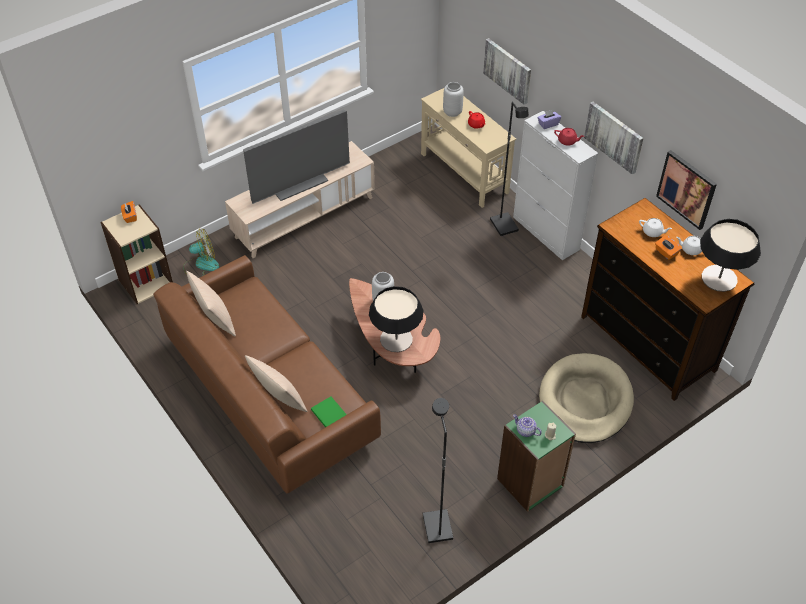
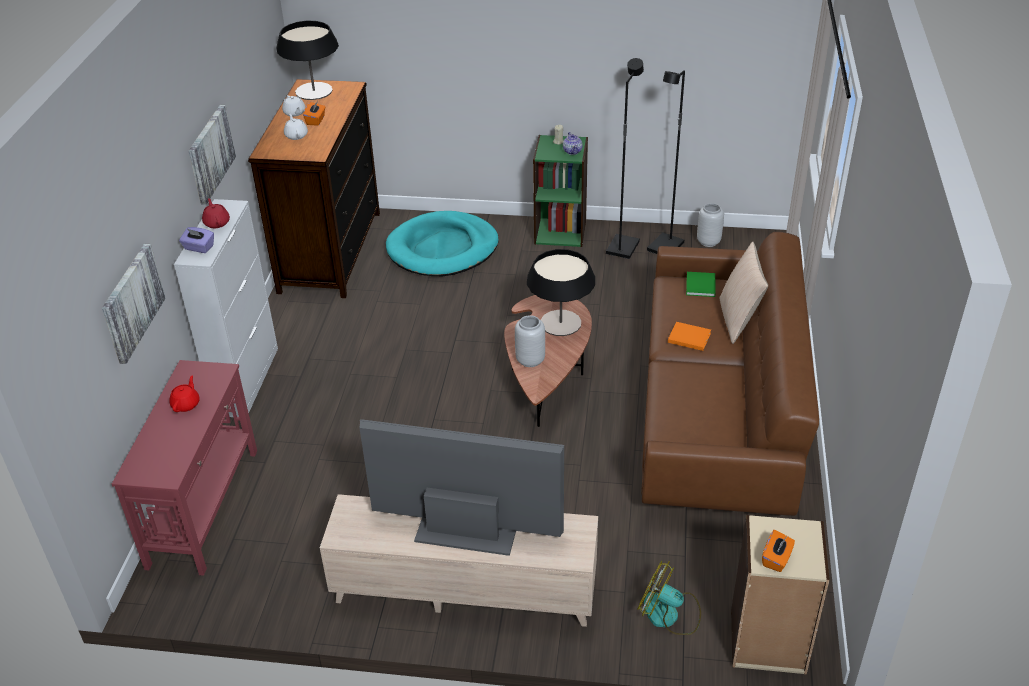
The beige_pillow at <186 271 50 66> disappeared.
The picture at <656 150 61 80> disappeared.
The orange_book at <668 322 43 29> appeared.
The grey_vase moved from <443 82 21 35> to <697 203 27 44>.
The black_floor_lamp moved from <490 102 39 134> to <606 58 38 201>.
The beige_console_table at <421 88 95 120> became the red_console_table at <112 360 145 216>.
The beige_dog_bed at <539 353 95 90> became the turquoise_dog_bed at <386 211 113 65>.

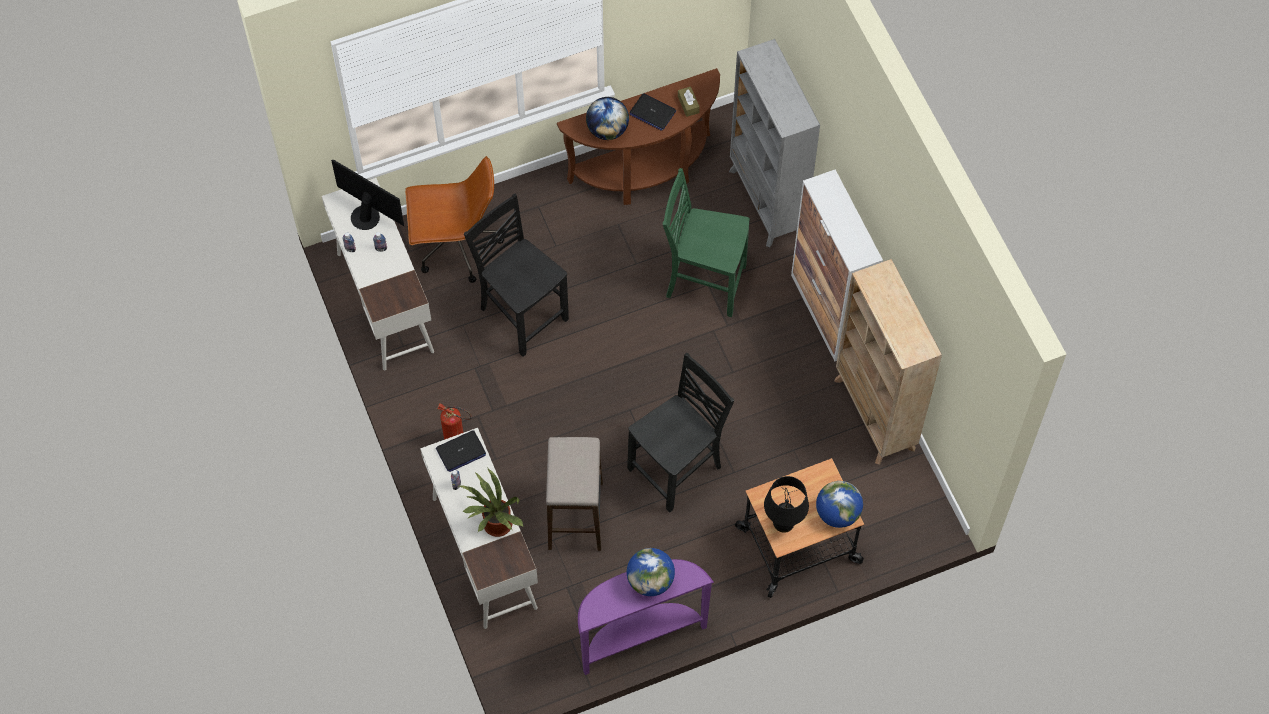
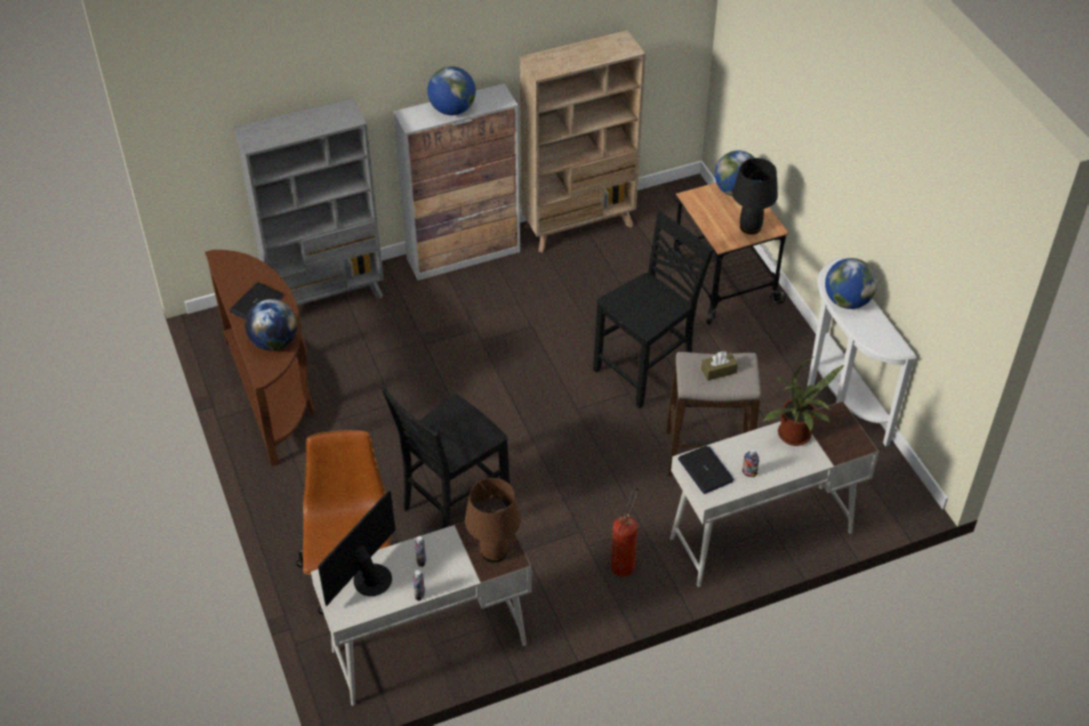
The green_chair at <663 168 87 149> disappeared.
The globe at <427 66 49 49> appeared.
The brown_table_lamp at <465 478 56 85> appeared.
The brown_tissue_box moved from <678 86 22 31> to <701 351 37 30>.
The purple_console_table at <578 559 136 116> became the white_console_table at <807 257 110 189>.
The black_chair at <627 352 107 161> turned 90 degrees clockwise.

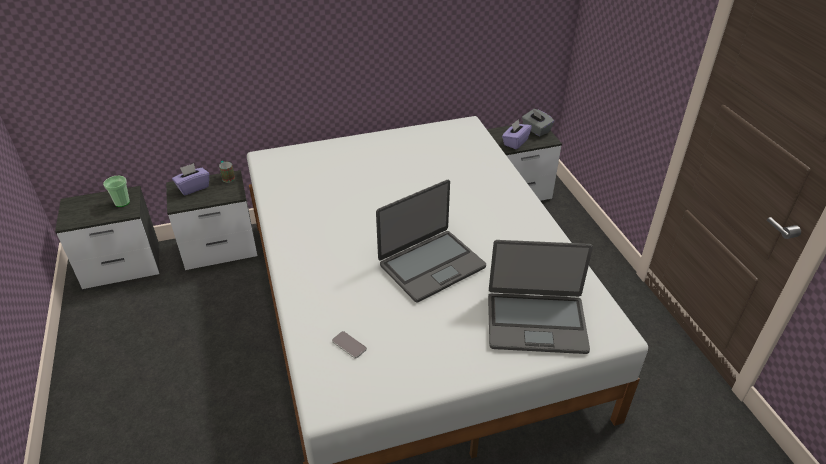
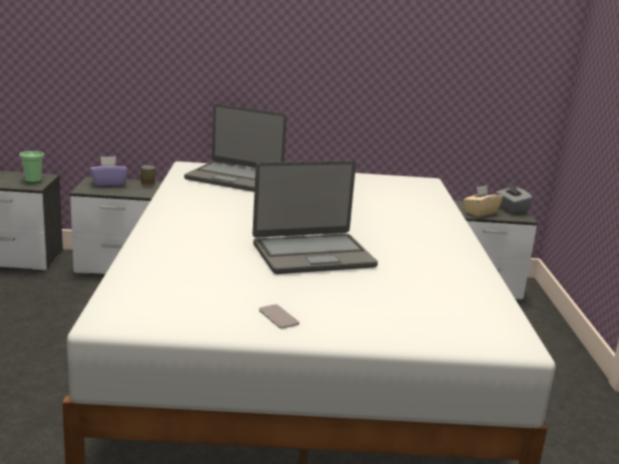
The phone moved from <332 331 35 27> to <259 304 40 25>.
The laptop moved from <488 240 105 114> to <184 104 103 88>.
The purple_tissue_box at <502 119 30 30> became the beige_tissue_box at <463 185 40 32>.

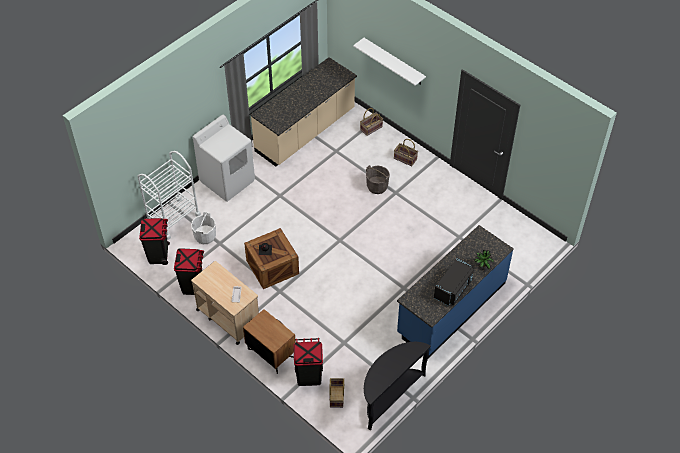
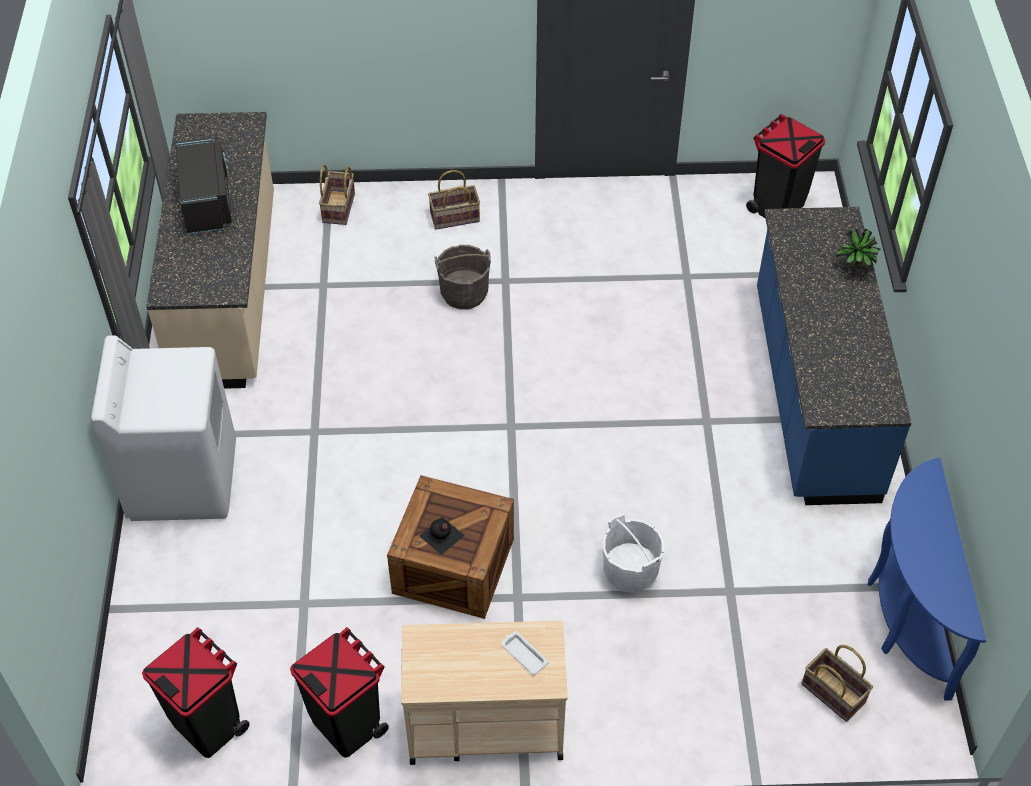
The white_cart at <137 151 64 89> disappeared.
The brown_nightstand at <243 309 53 65> disappeared.
The white_shelf at <353 38 73 48> disappeared.
The white_bucket moved from <191 212 25 32> to <603 514 61 79>.
The black_trash_can moved from <293 338 30 48> to <746 114 79 104>.
The black_microwave moved from <434 257 40 49> to <176 138 56 96>.
The black_console_table at <364 342 67 88> became the blue_console_table at <868 458 118 243>.

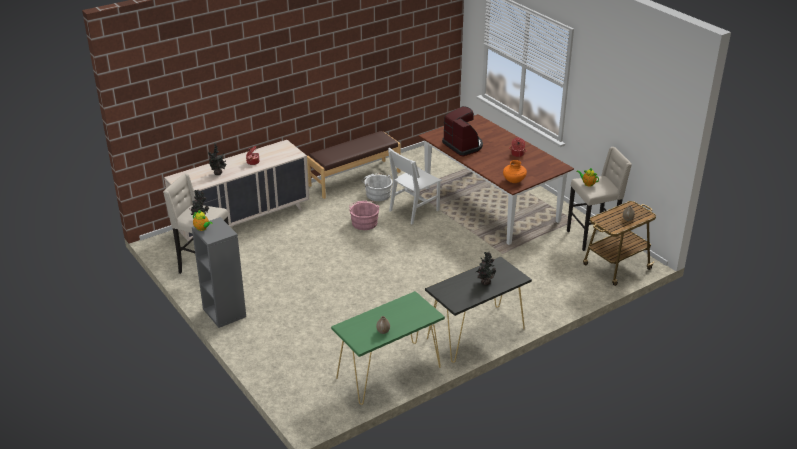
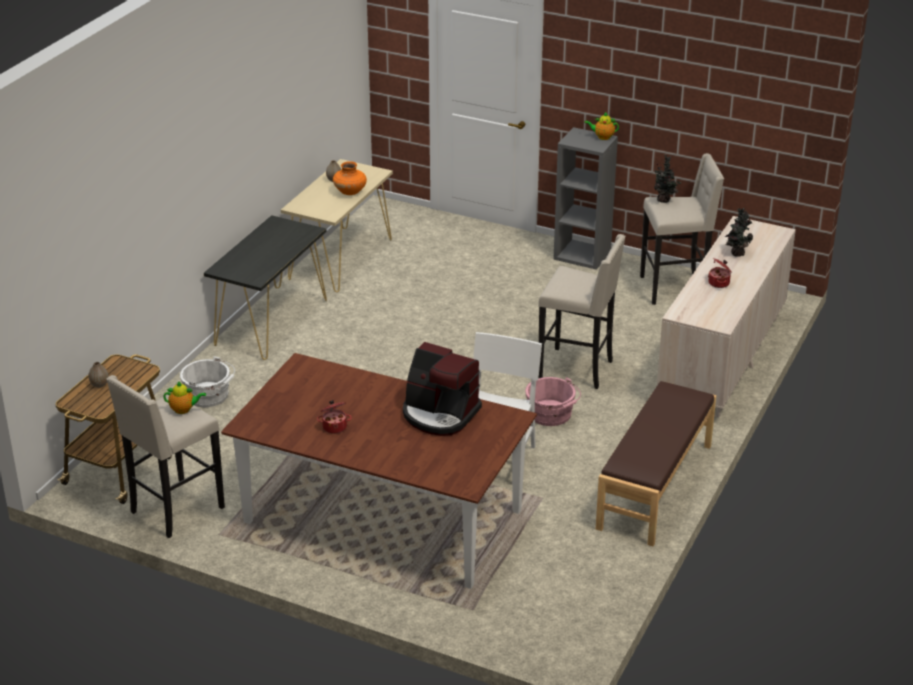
The potted_plant at <476 252 20 34> disappeared.
The beige_stool at <538 234 88 155> appeared.
The white_bucket moved from <362 173 31 28> to <180 356 55 51>.
The orange_vase moved from <503 160 24 23> to <333 161 34 34>.
The green_console_table at <331 291 114 114> became the beige_console_table at <281 159 112 133>.

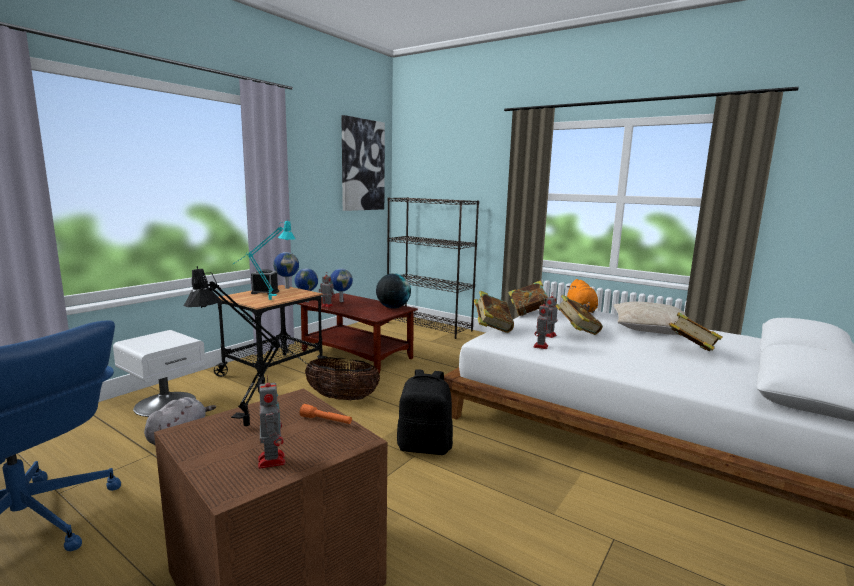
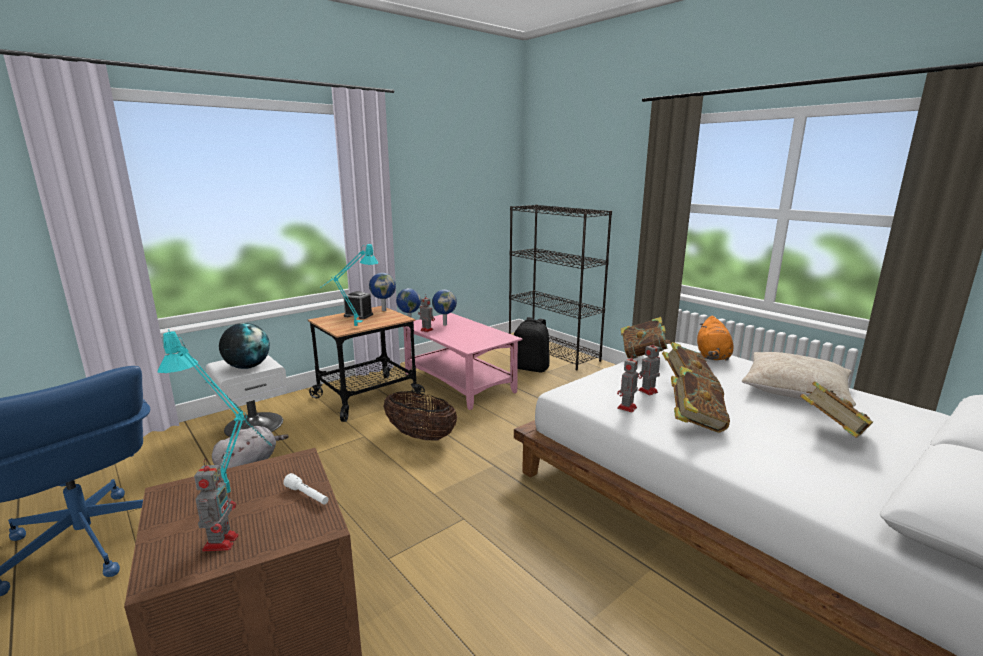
The picture at <341 115 44 96> disappeared.
The globe moved from <376 273 35 35> to <219 323 51 46>.
The black_backpack moved from <397 369 56 86> to <514 317 36 55>.
The book moved from <474 291 40 42> to <671 366 59 67>.
The black_table_lamp at <184 266 128 160> became the turquoise_table_lamp at <157 330 115 163>.
The brown_coffee_table at <298 293 120 81> became the pink_coffee_table at <403 313 119 97>.
The orange_flashlight at <300 404 52 20> became the white_flashlight at <283 473 46 32>.

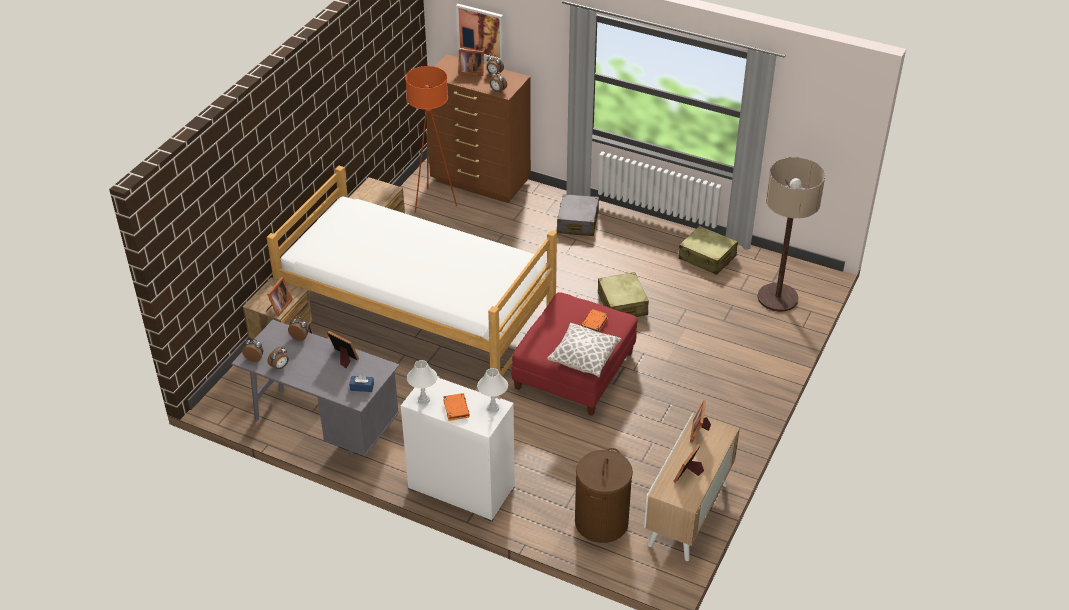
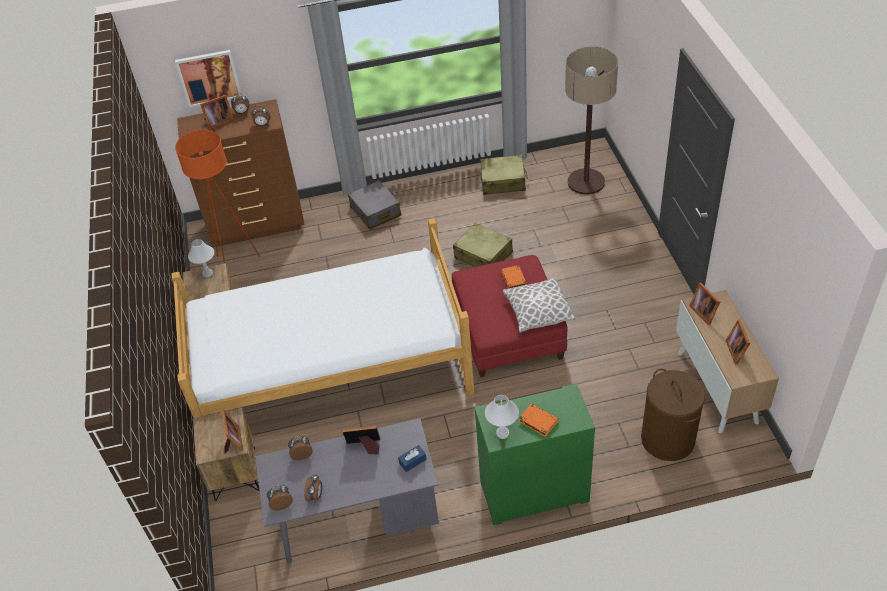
The white_table_lamp moved from <477 368 31 45> to <188 239 26 39>.
The white_cabinet at <401 376 114 146> became the green_cabinet at <475 384 120 141>.

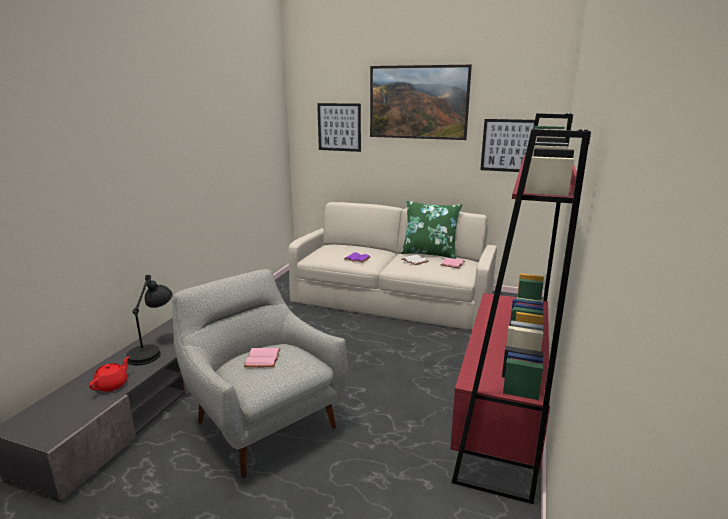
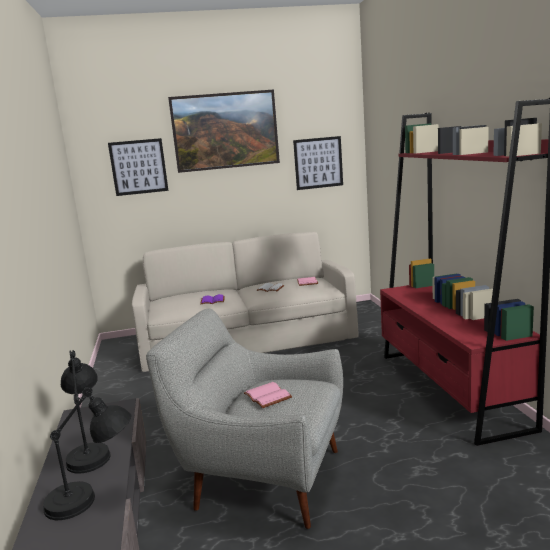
The green_pillow at <400 201 62 58> disappeared.
The red_teapot at <89 356 40 36> was replaced by the black_table_lamp at <43 387 88 133>.

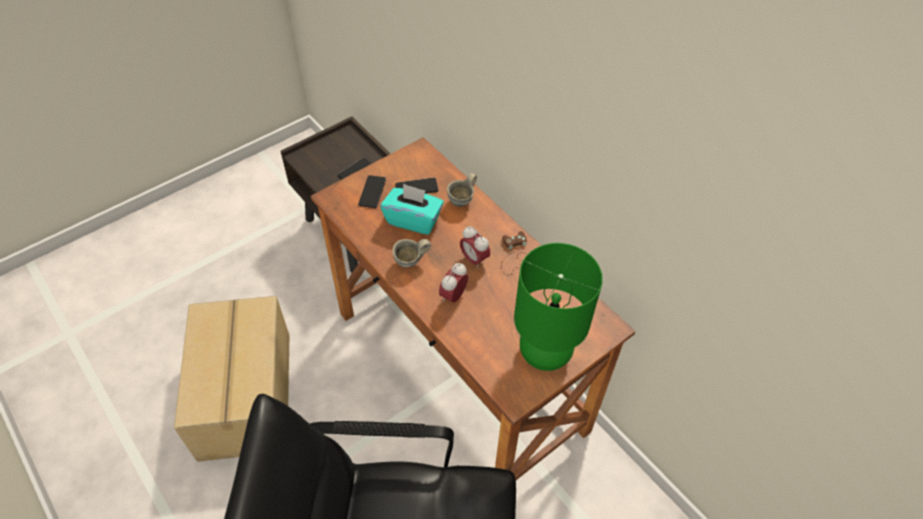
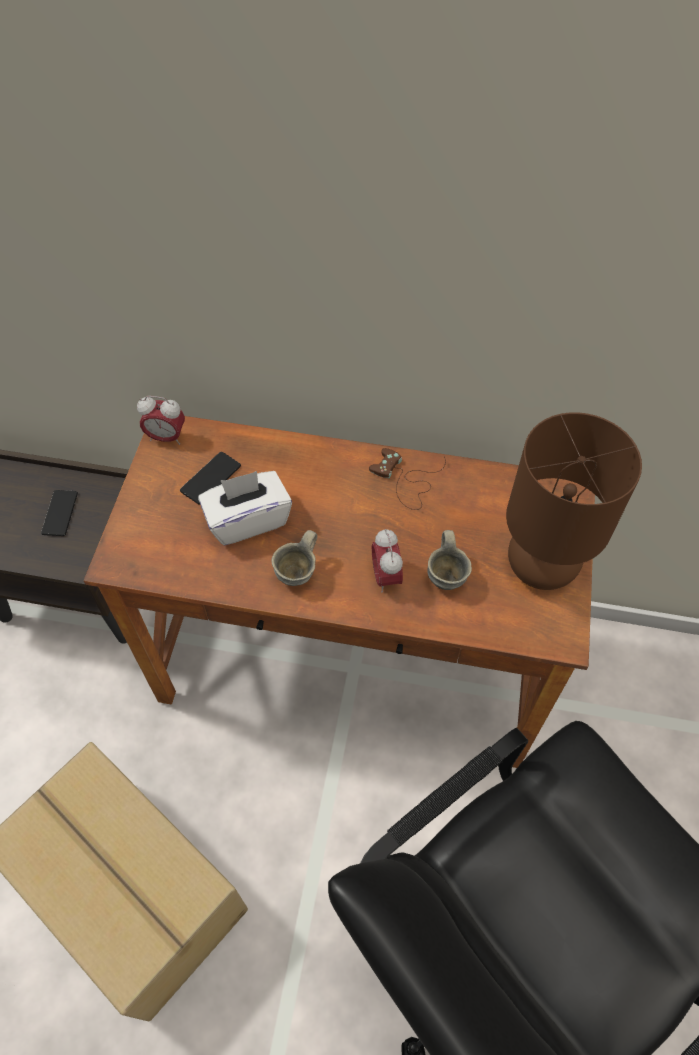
The phone at <358 175 28 33> disappeared.
The grey_mug moved from <447 173 30 34> to <428 530 44 60>.
The alarm_clock moved from <460 226 31 43> to <137 396 48 49>.
The turquoise_tissue_box at <381 183 63 52> became the white_tissue_box at <198 471 94 74>.
The green_table_lamp at <514 243 89 128> became the brown_table_lamp at <506 412 136 178>.

